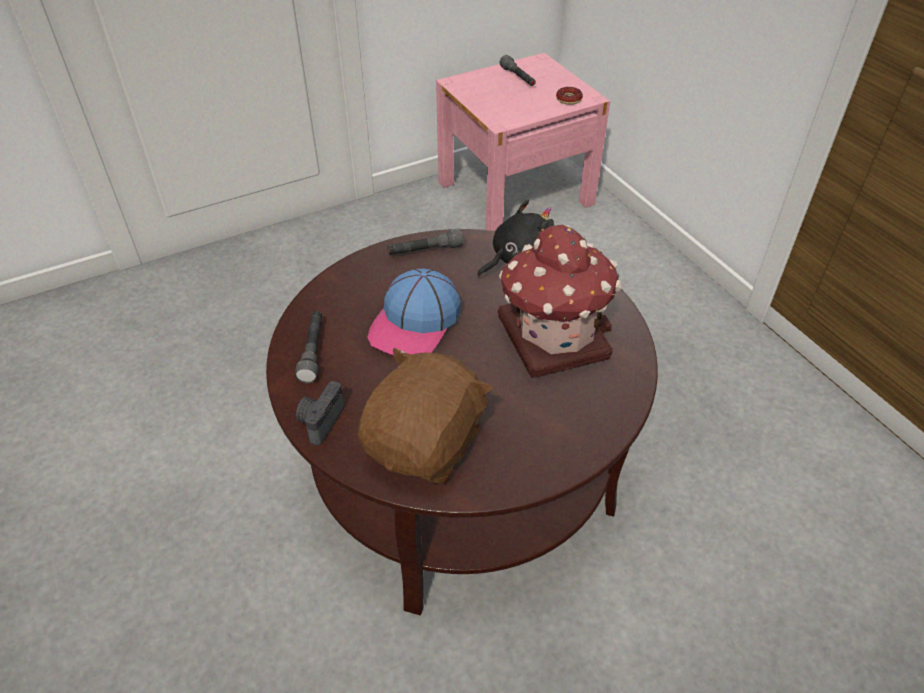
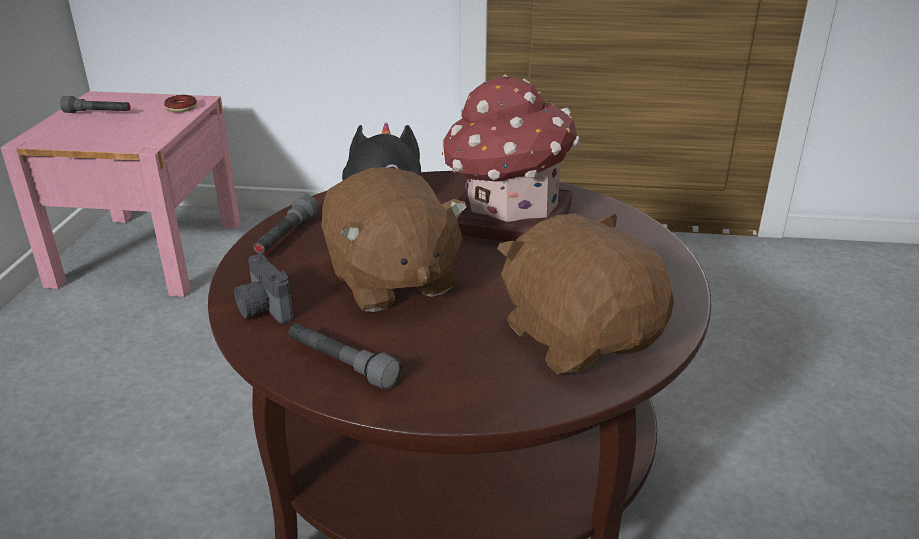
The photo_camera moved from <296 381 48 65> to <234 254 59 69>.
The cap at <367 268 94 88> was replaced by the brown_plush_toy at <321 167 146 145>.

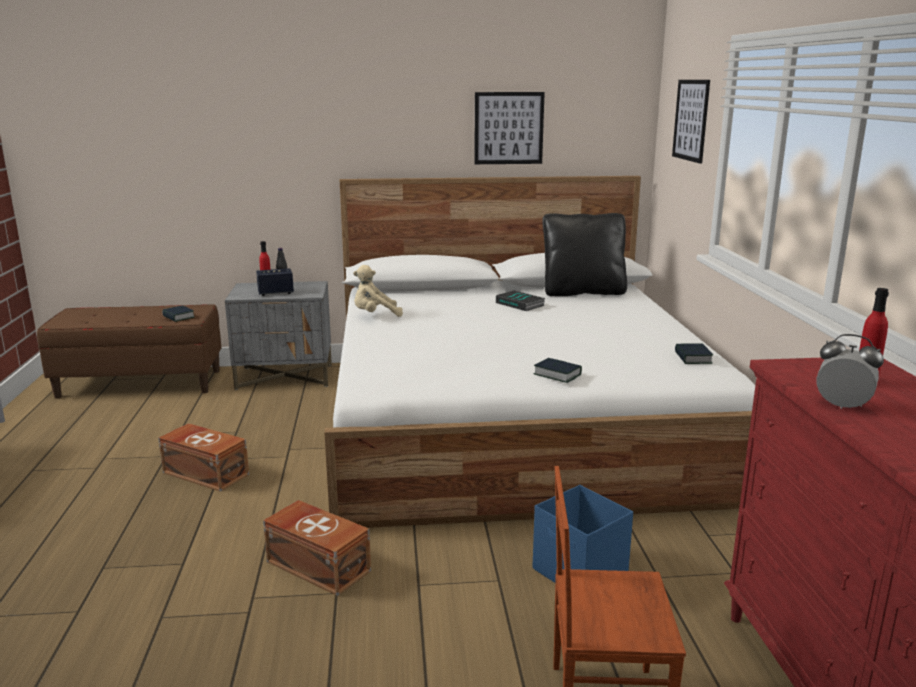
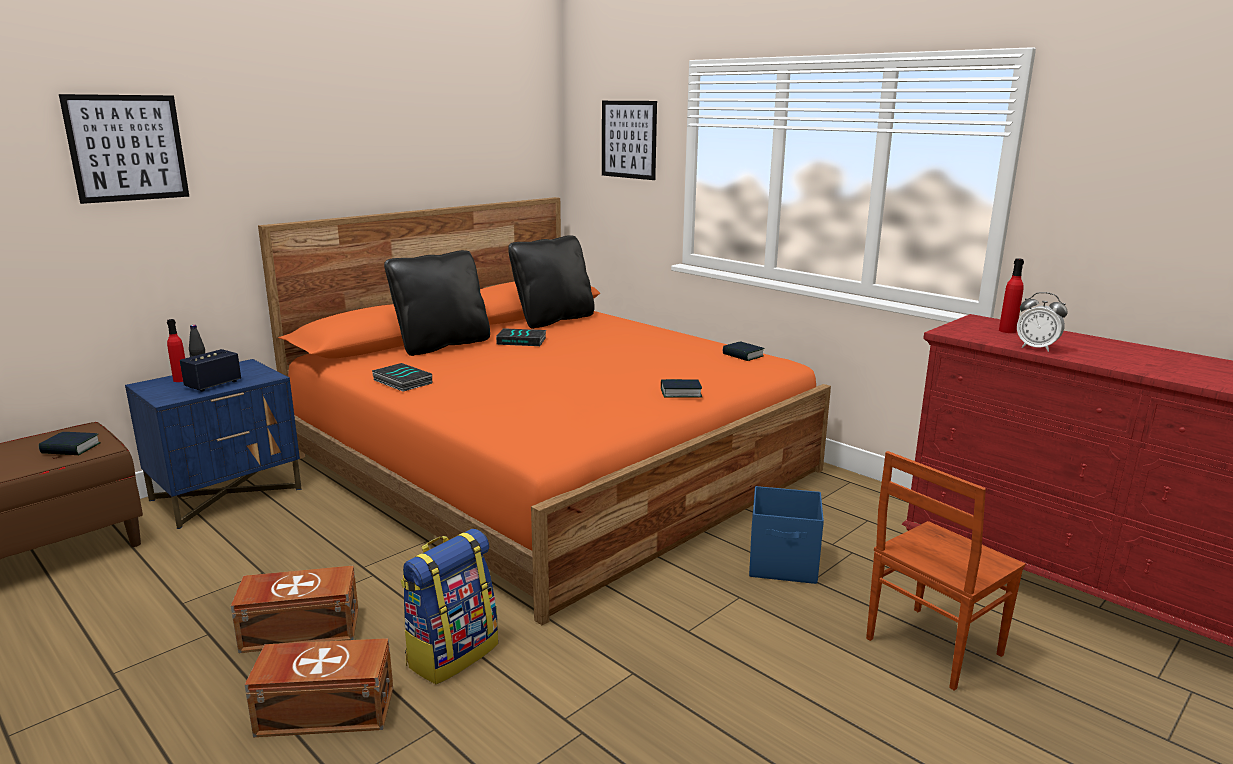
The black_pillow at <384 250 106 106> appeared.
The backpack at <401 529 97 155> appeared.
The brown_storage_box moved from <263 500 108 96> to <245 638 148 99>.
The picture moved from <474 92 71 72> to <59 94 130 110>.
The beige_plush_toy at <353 265 50 52> was replaced by the book at <372 363 60 29>.
The grey_nightstand at <225 281 107 109> became the blue_nightstand at <125 359 177 170>.
The white_bed at <324 176 431 352> became the orange_bed at <258 197 573 428>.
The alarm_clock at <817 334 67 75> turned 135 degrees counterclockwise.

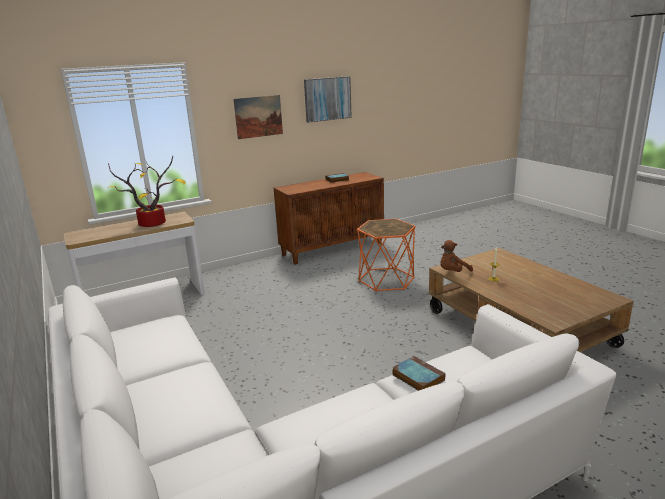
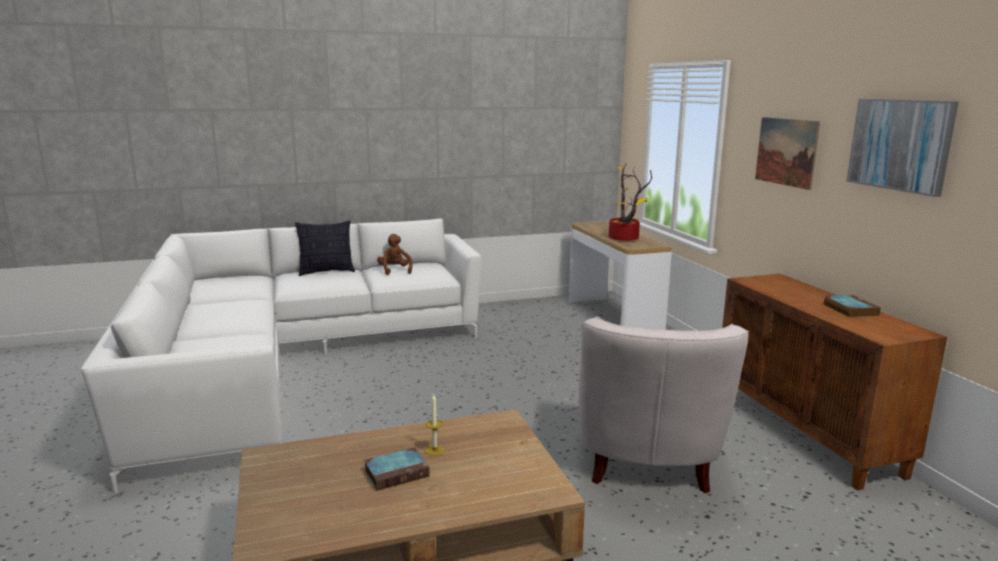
The pillow at <295 220 60 56> appeared.
The book moved from <392 356 53 35> to <364 447 66 44>.
The brown_plush_toy moved from <440 240 33 32> to <377 234 36 41>.
The orange_side_table at <357 219 59 73> was replaced by the white_armchair at <579 316 170 177>.

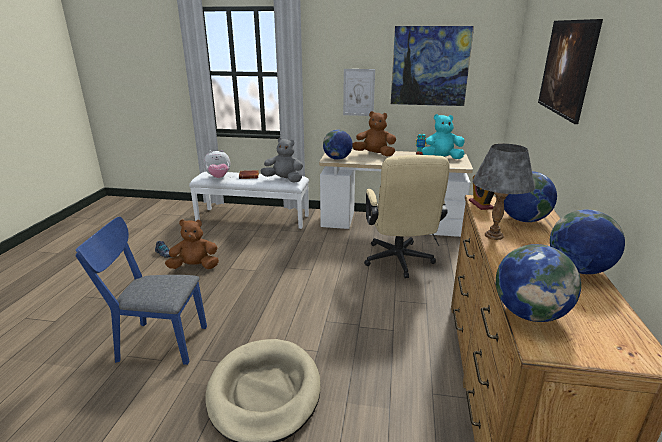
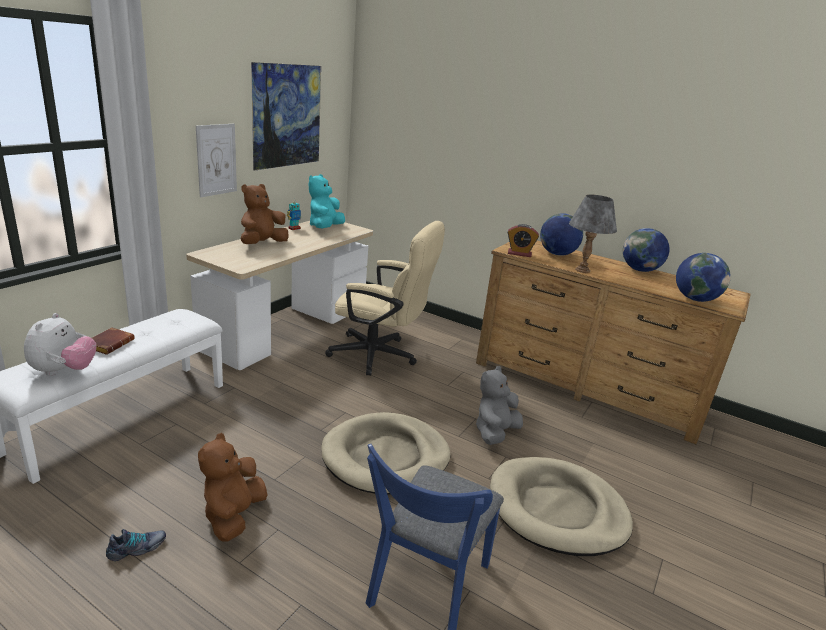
The globe at <323 130 30 30> disappeared.
The picture at <538 19 65 105> disappeared.
The beige_dog_bed at <321 412 129 83> appeared.
The grey_plush_toy moved from <260 138 43 44> to <476 366 47 79>.

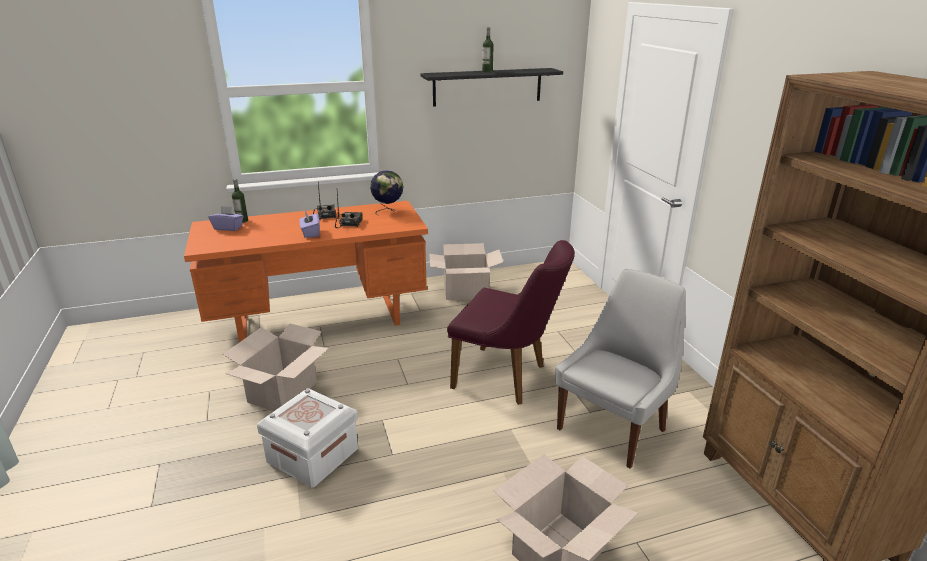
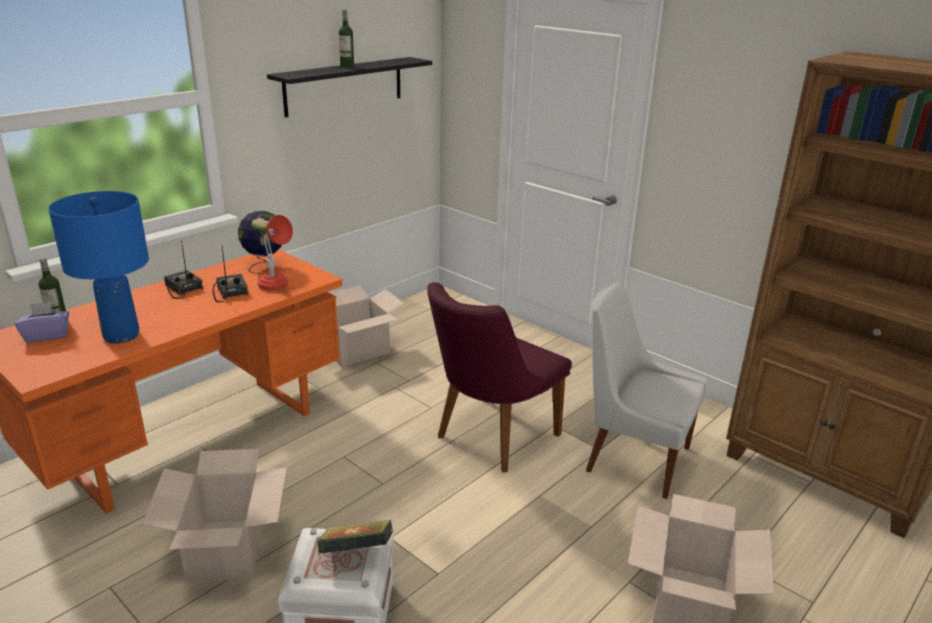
The purple_tissue_box at <299 210 21 28> disappeared.
The blue_table_lamp at <48 191 101 153> appeared.
The red_table_lamp at <258 215 35 76> appeared.
The book at <317 520 76 34> appeared.
The purple_chair at <447 240 128 165> turned 135 degrees clockwise.
The white_chair at <555 269 131 199> turned 75 degrees counterclockwise.

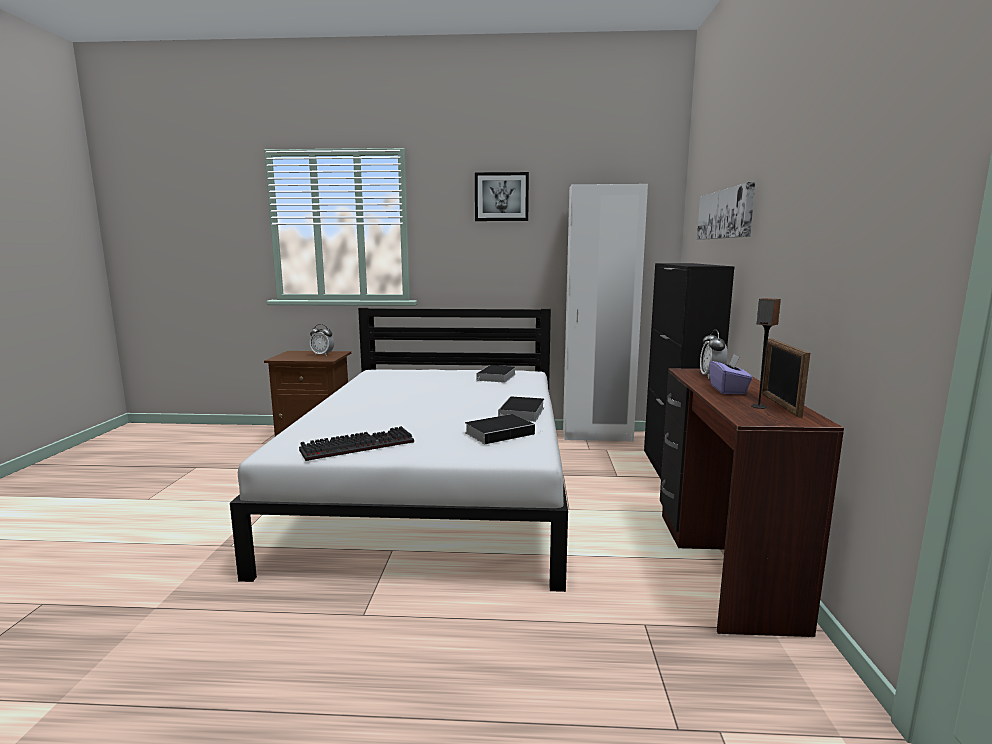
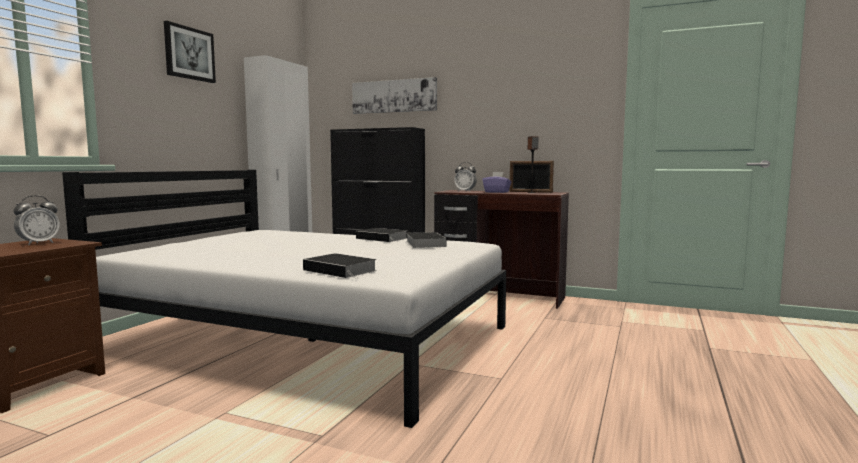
The keyboard at <299 426 115 35> disappeared.
The book moved from <476 365 40 18> to <303 253 74 26>.

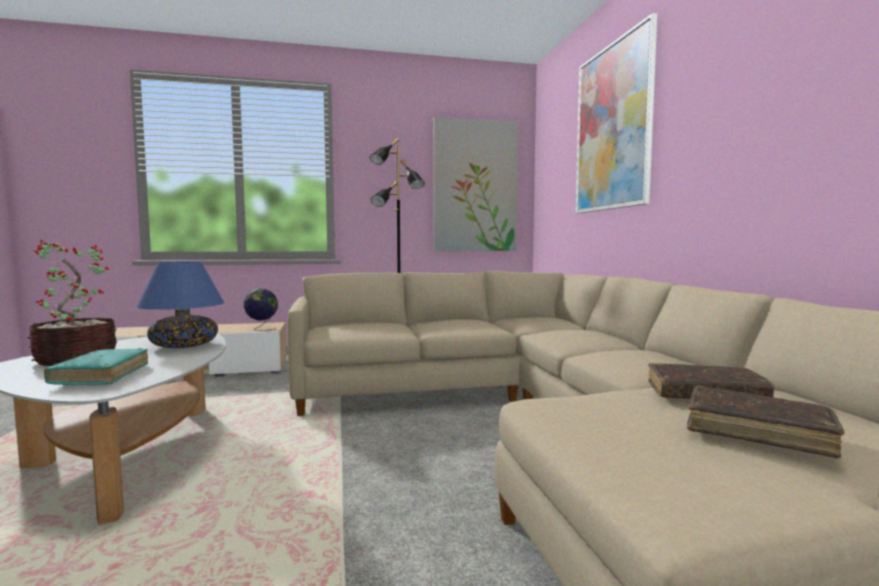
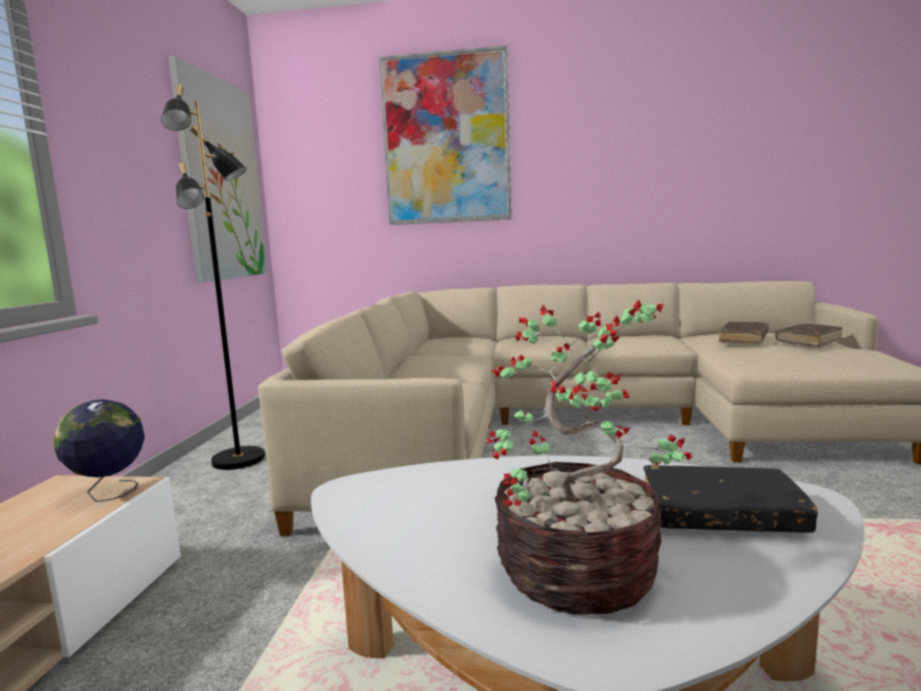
The blue_table_lamp at <136 262 89 86> disappeared.
The turquoise_book at <44 348 104 37> became the black_book at <643 465 175 68>.

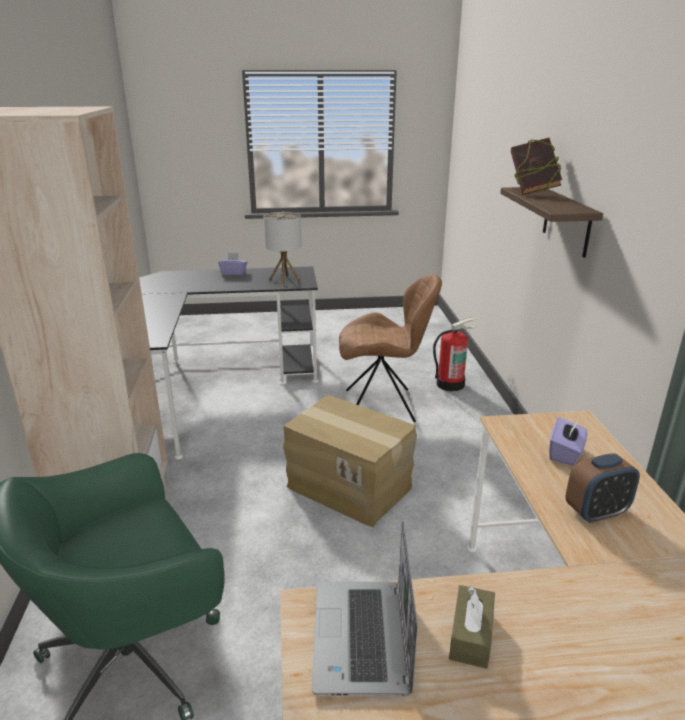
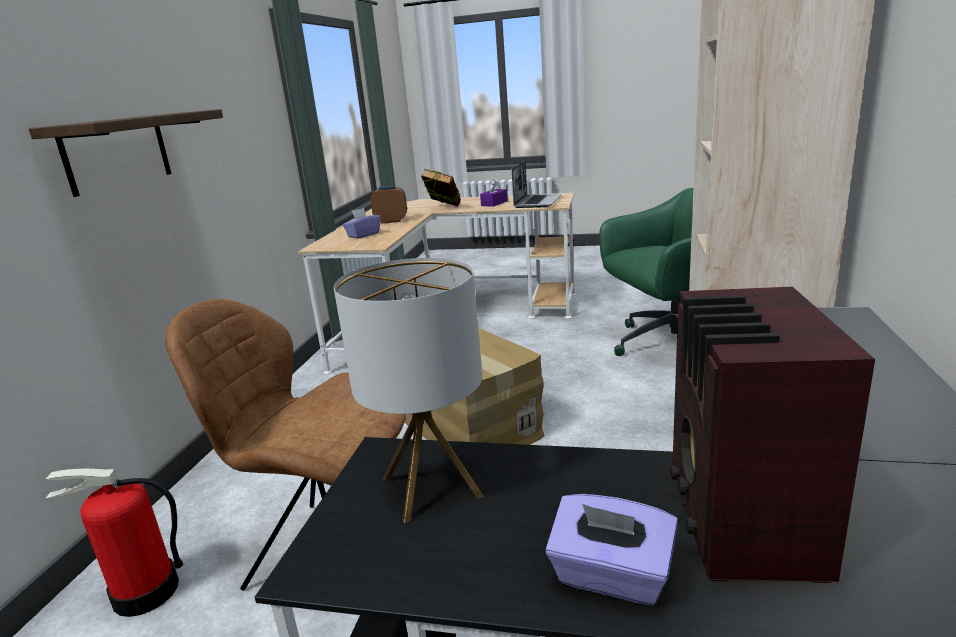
The radio at <670 287 205 296> appeared.
The book moved from <511 138 51 57> to <421 169 40 37>.
The brown_tissue_box at <449 585 46 84> became the purple_tissue_box at <480 180 28 27>.

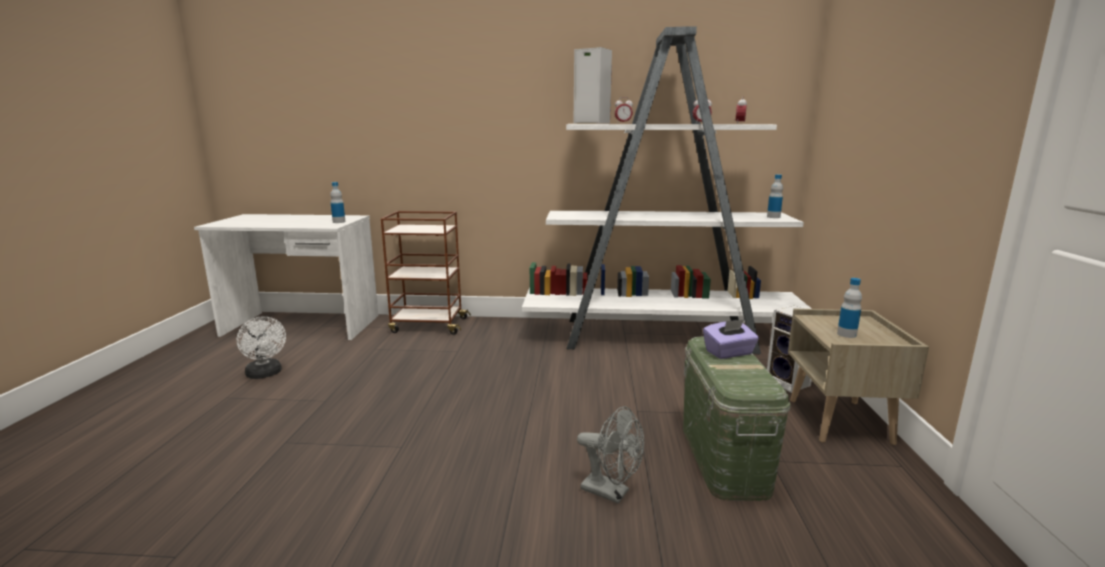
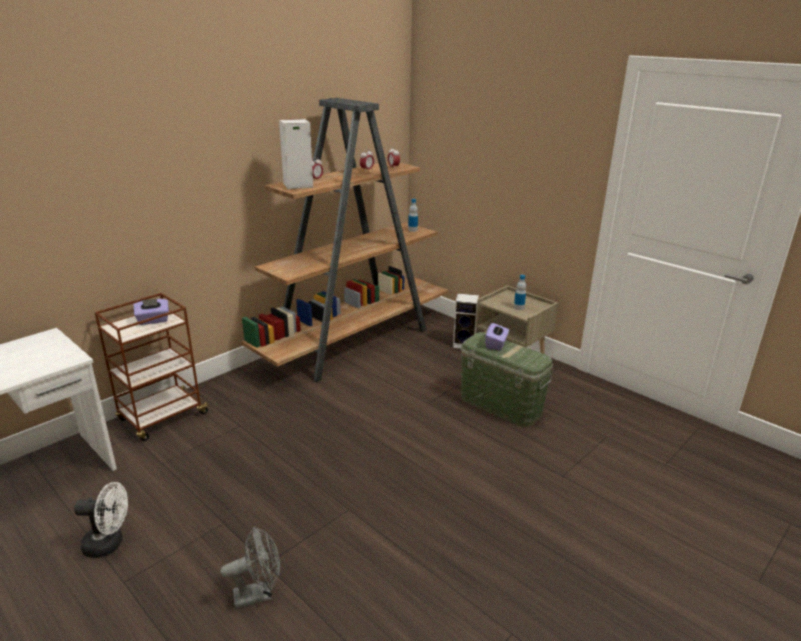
The bottle at <330 182 15 41> disappeared.
The purple_tissue_box at <133 299 36 26> appeared.
The grey_fan moved from <577 406 67 98> to <220 526 60 83>.
The white_bookcase at <522 26 290 329> became the brown_bookcase at <242 98 206 284>.

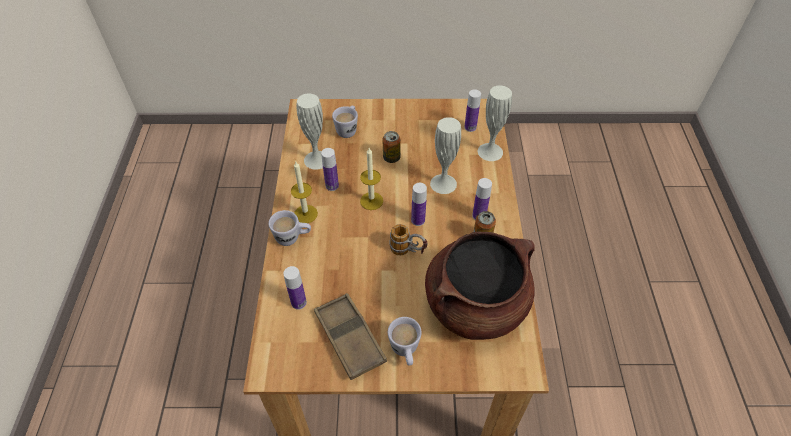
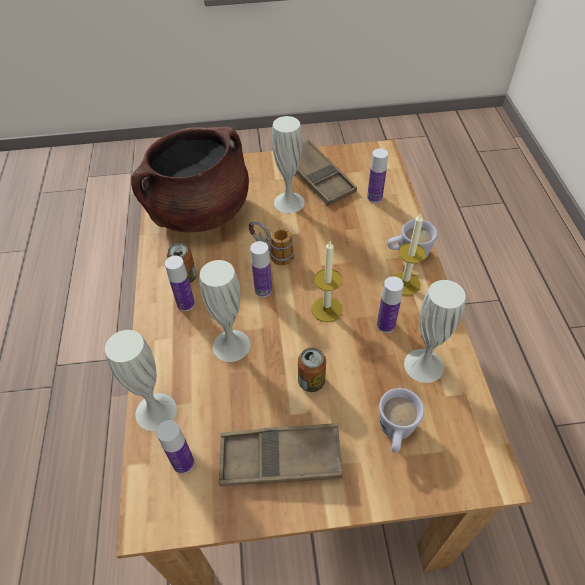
The white_mug at <388 317 34 49> disappeared.
The brown_tray at <219 423 124 63> appeared.
The white_vase at <272 116 33 97> appeared.

